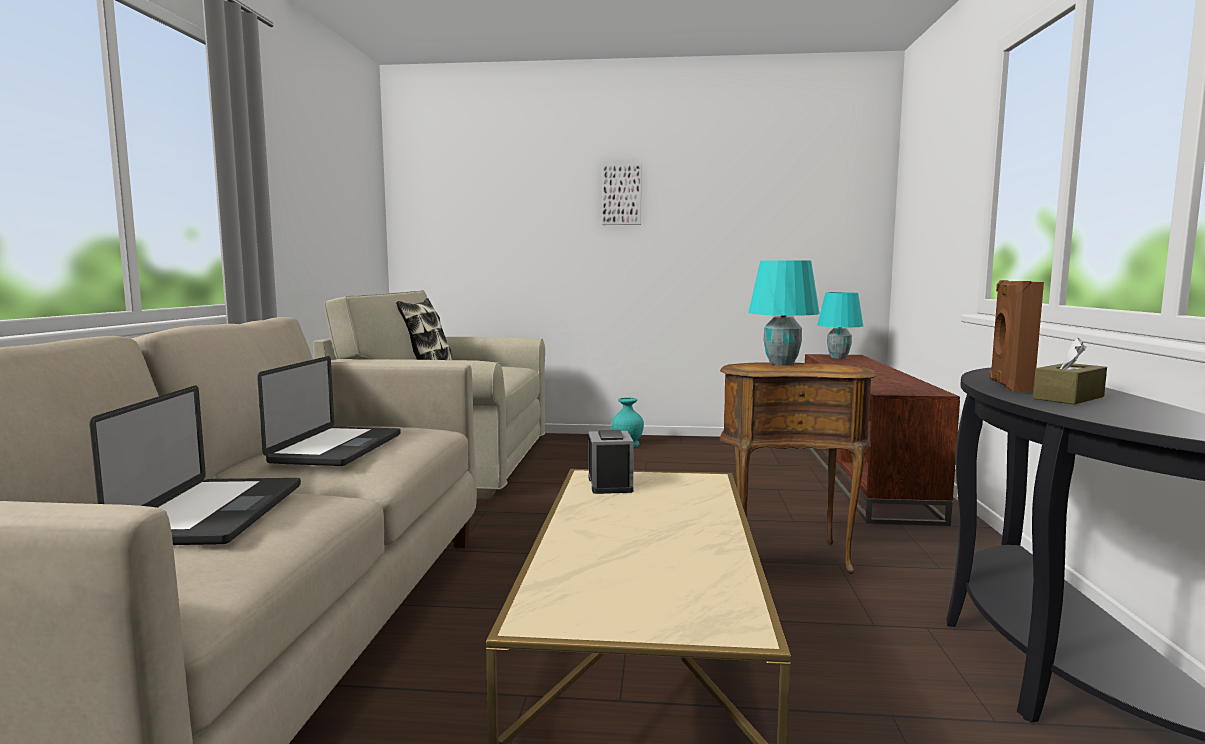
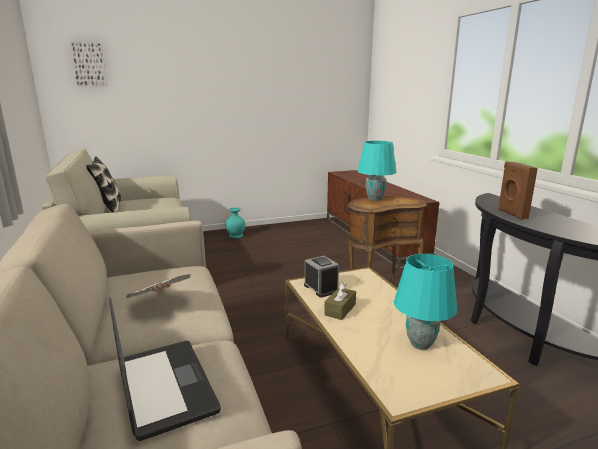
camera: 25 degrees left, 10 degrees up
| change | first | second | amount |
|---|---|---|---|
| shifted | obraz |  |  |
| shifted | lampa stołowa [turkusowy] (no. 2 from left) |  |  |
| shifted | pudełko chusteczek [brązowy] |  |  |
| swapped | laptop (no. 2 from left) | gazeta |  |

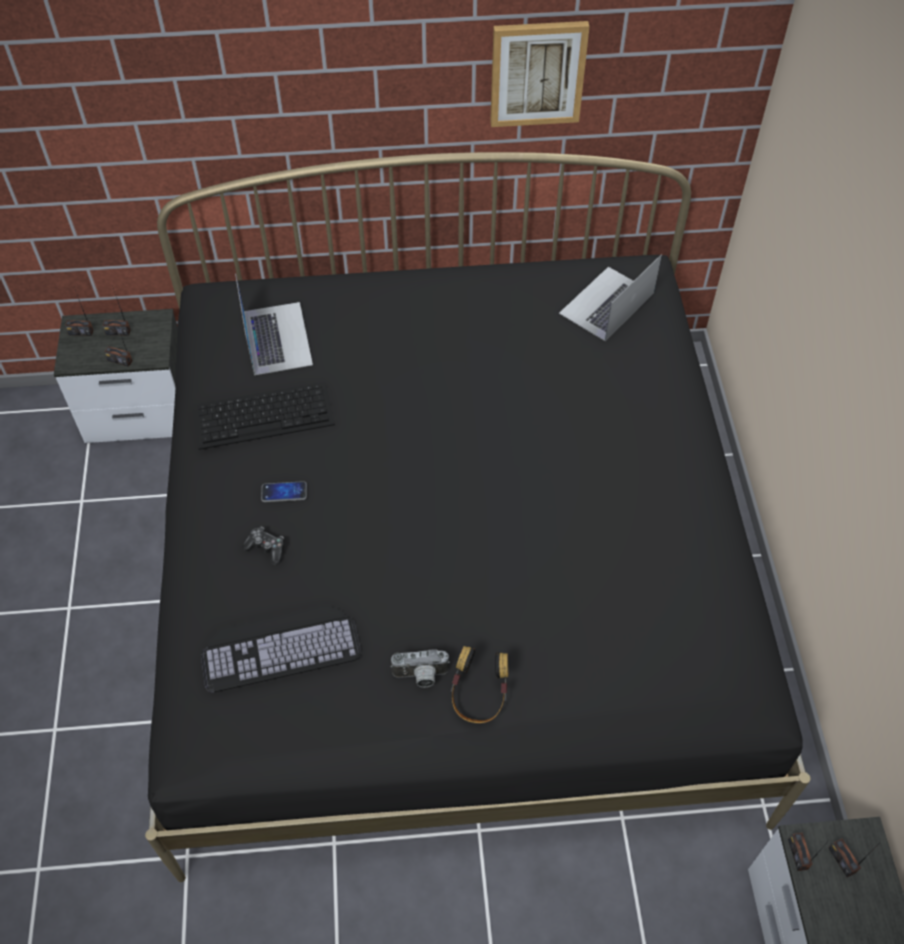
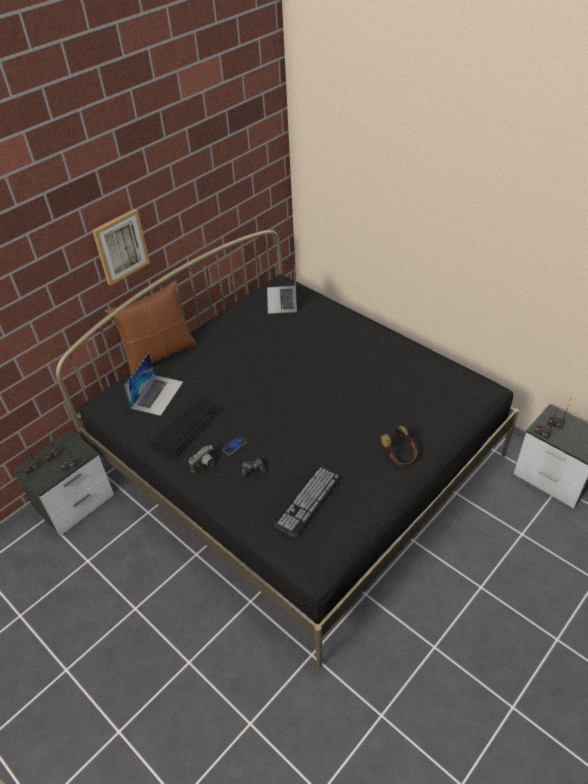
camera: 40 degrees left, 10 degrees down
| change | first | second | amount |
|---|---|---|---|
| new |  | poduszka [brązowy] |  |
| shifted | aparat fotograficzny |  |  |
| shifted | obraz |  |  |
| rotated | laptop (no. 1 from left) |  | 75 degrees clockwise |

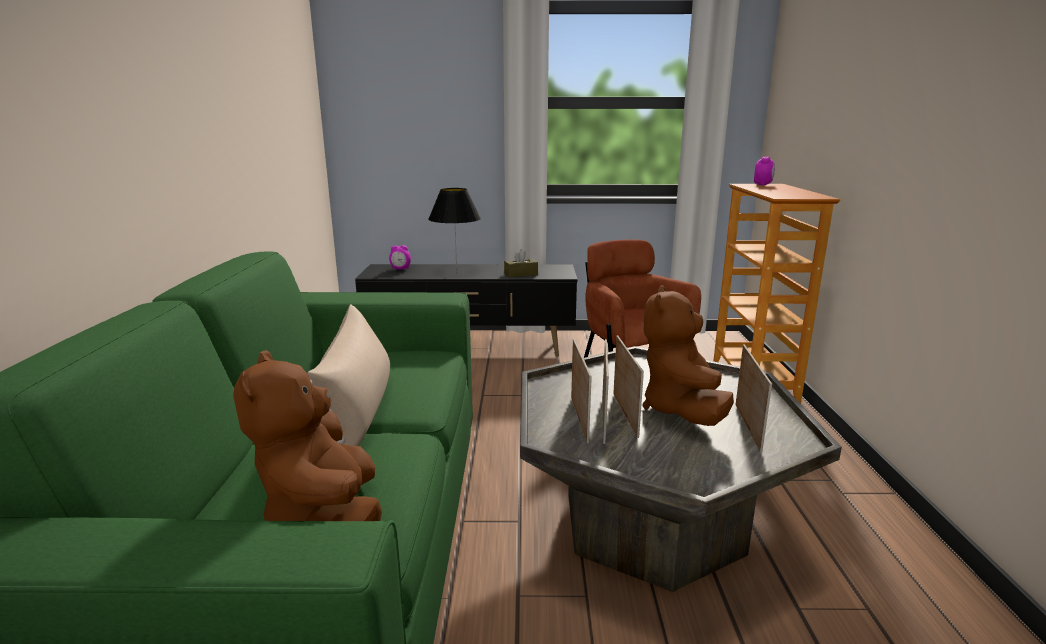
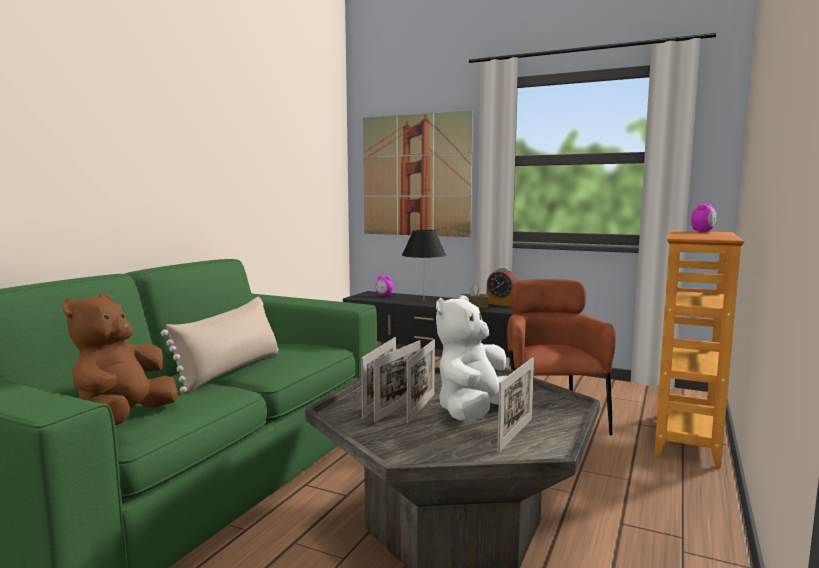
camera: 25 degrees right, 10 degrees down
| change | first | second | amount |
|---|---|---|---|
| new |  | obraz |  |
| new |  | budzik (no. 2 from left) |  |
| repainted | pluszak [brązowy] (no. 2 from left) | pluszak [biały] |  |

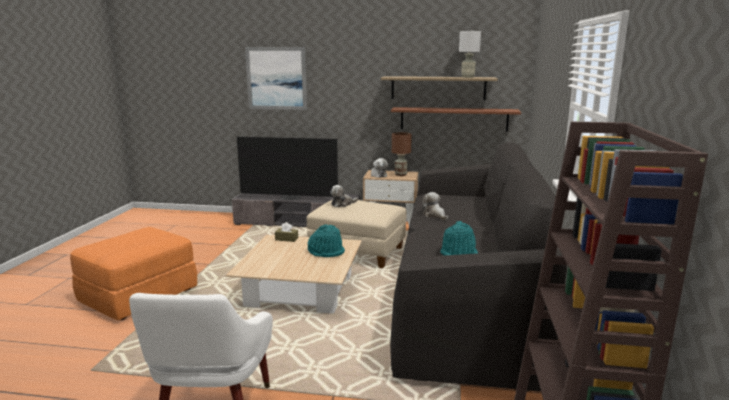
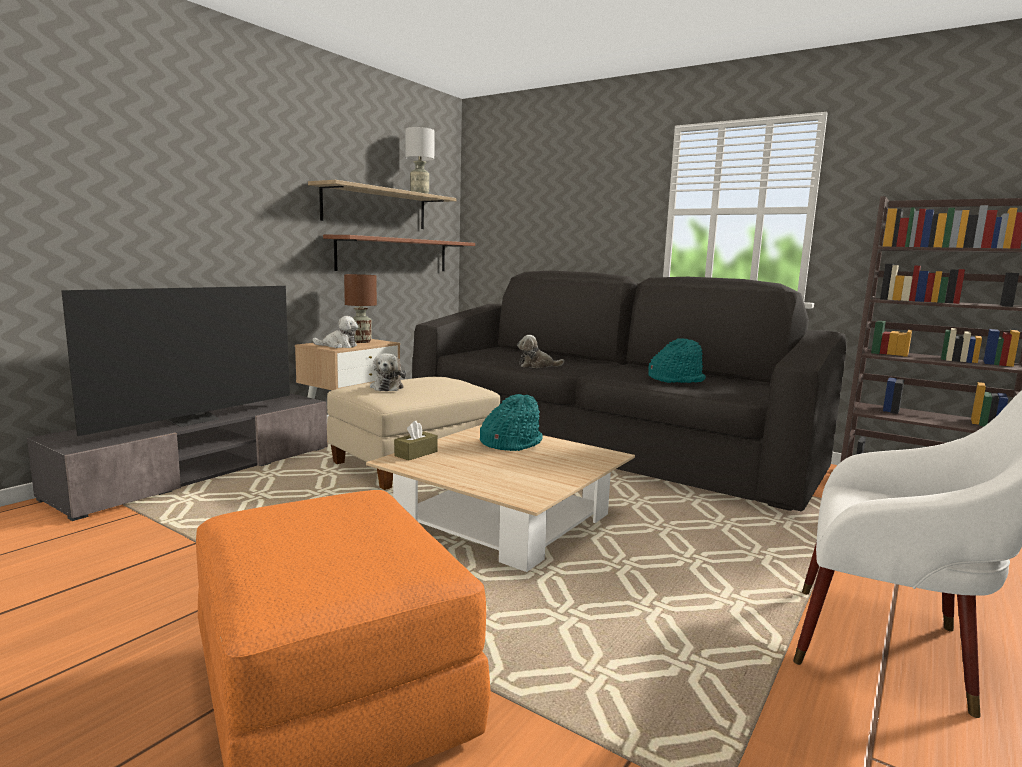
camera: 65 degrees left, 5 degrees down
| change | first | second | amount |
|---|---|---|---|
| gone | obraz |  |  |

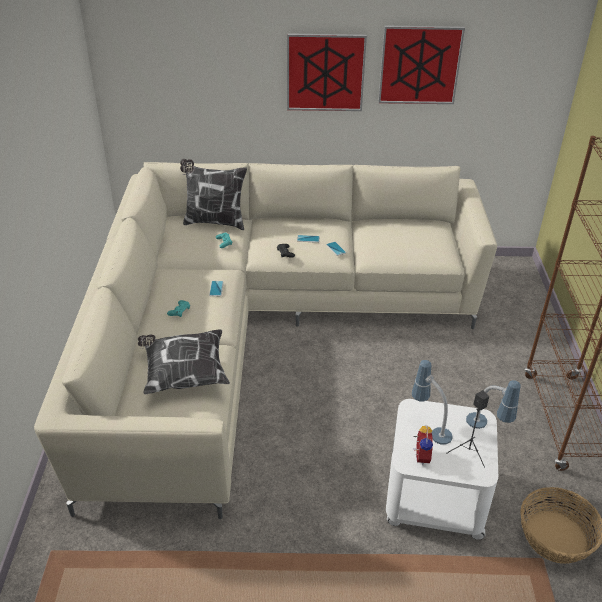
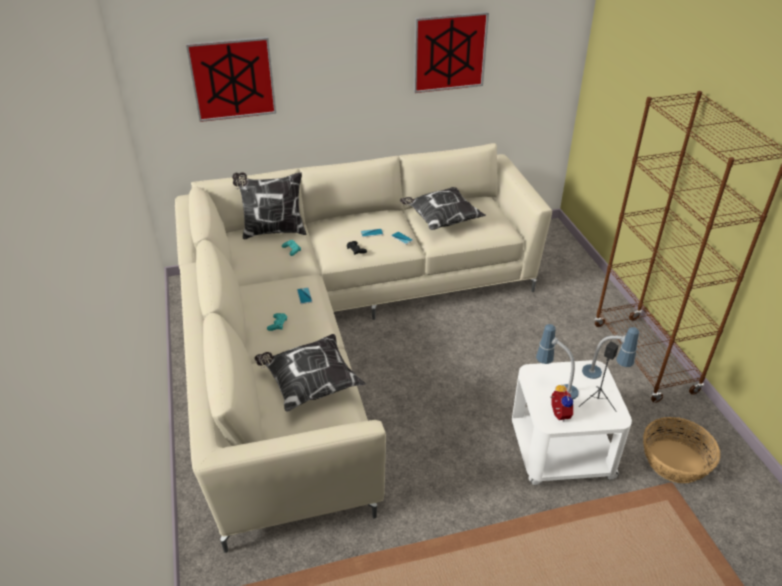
camera: 15 degrees left, 0 degrees up
| change | first | second | amount |
|---|---|---|---|
| new |  | poduszka (no. 3 from left) |  |
| shifted | obraz (no. 1 from left) |  |  |

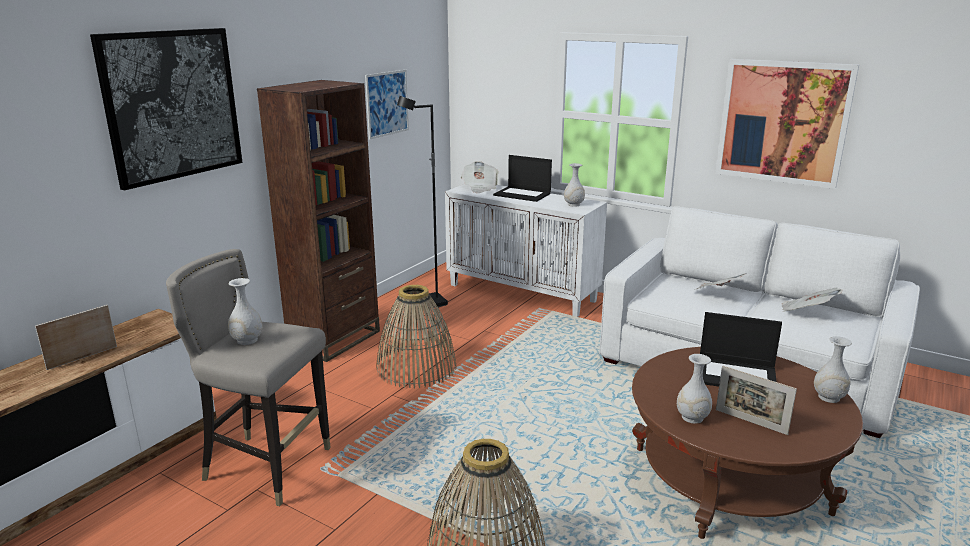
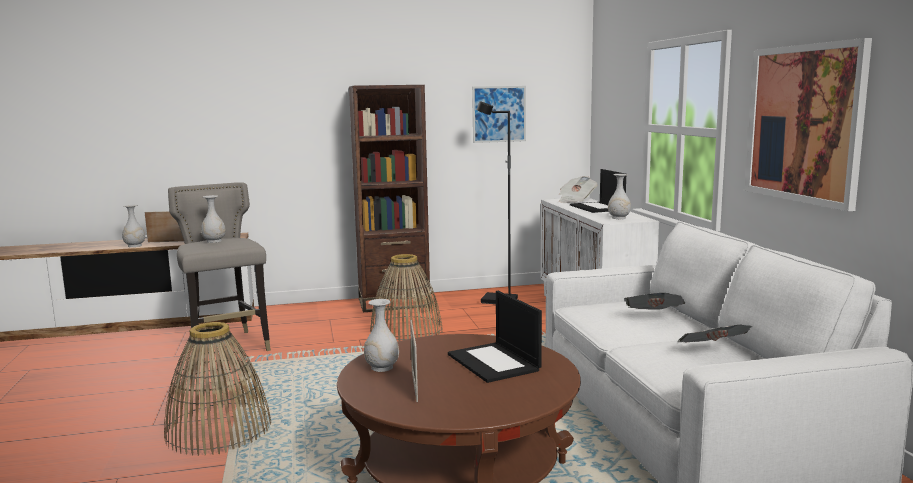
camera: 45 degrees right, 10 degrees down
| change | first | second | amount |
|---|---|---|---|
| gone | obraz (no. 1 from left) |  |  |
| shifted | wazon [biały] (no. 4 from left in the first image) | wazon [biały] (no. 1 from left) |  |

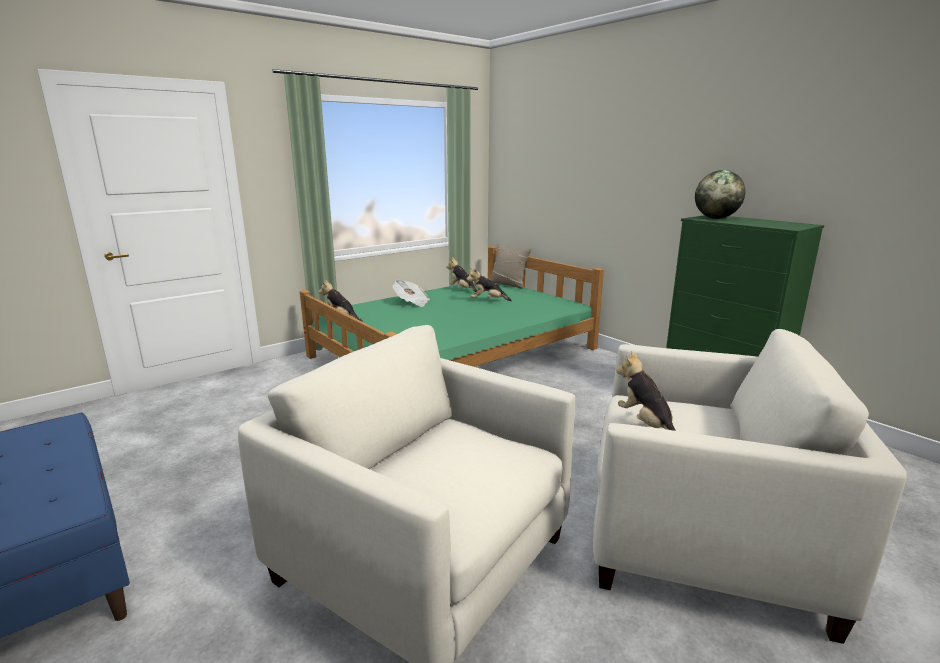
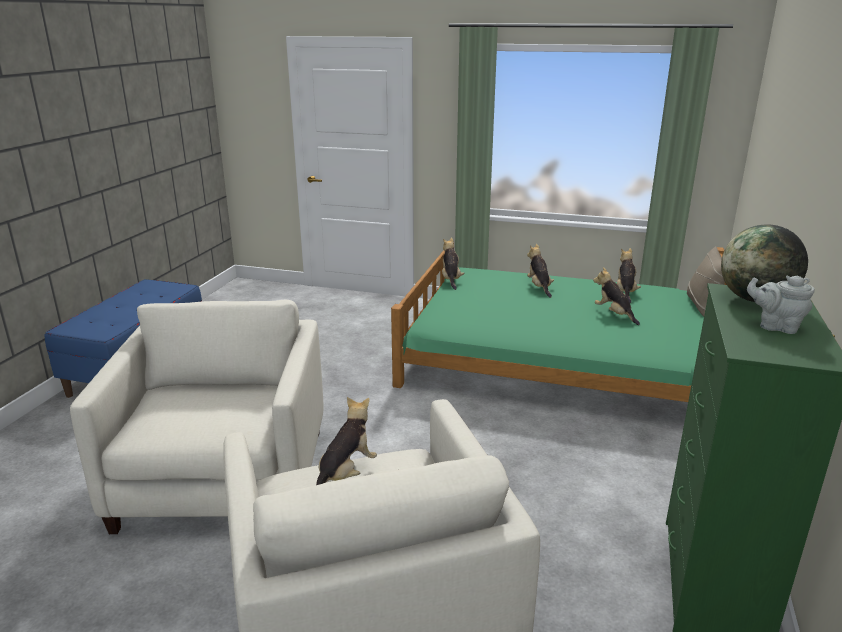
camera: 55 degrees right, 5 degrees up
| change | first | second | amount |
|---|---|---|---|
| new |  | imbryk [szary] |  |
| swapped | gazeta | pluszak (no. 3 from left) |  |

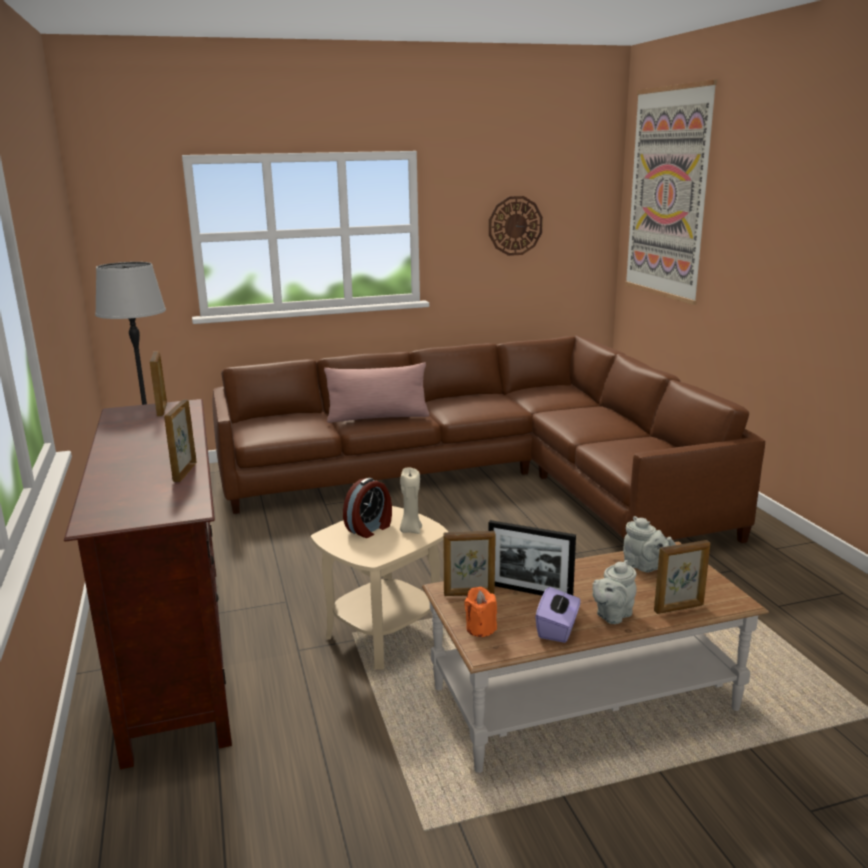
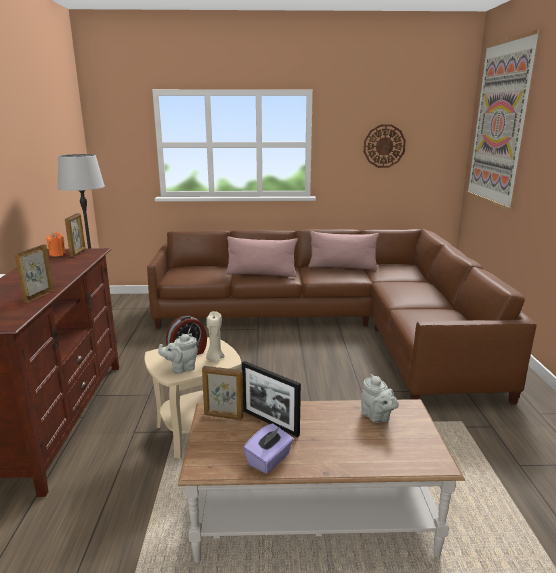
camera: 15 degrees right, 0 degrees up
| change | first | second | amount |
|---|---|---|---|
| gone | ramka na zdjęcie (no. 5 from left) |  |  |
| new |  | poduszka [różowy] (no. 2 from left) |  |
| shifted | świeca [pomarańczowy] |  |  |
| shifted | imbryk [szary] (no. 1 from left) |  |  |

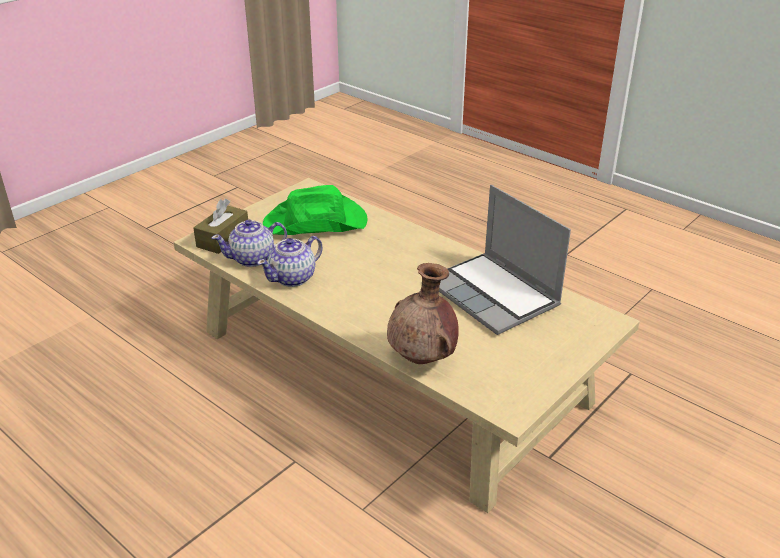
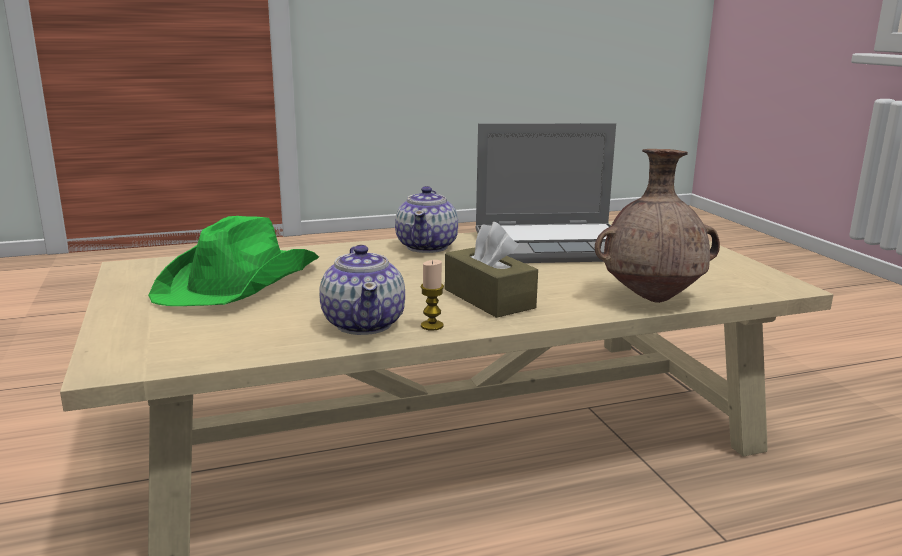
camera: 60 degrees left, 15 degrees down
| change | first | second | amount |
|---|---|---|---|
| new |  | świeca |  |
| shifted | pudełko chusteczek [brązowy] |  |  |
| shifted | imbryk (no. 1 from left in the first image) | imbryk (no. 2 from left) |  |

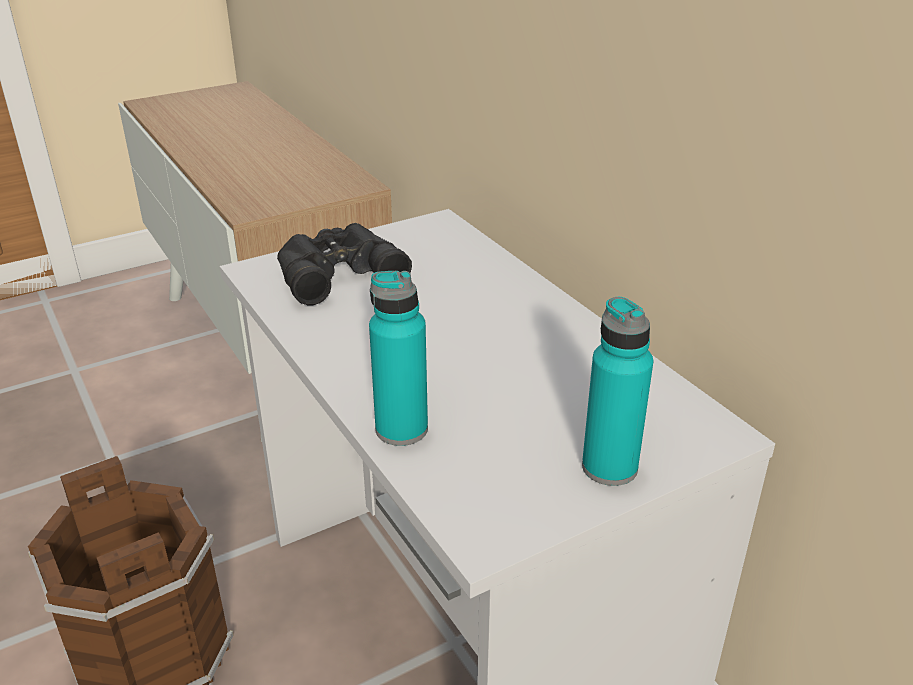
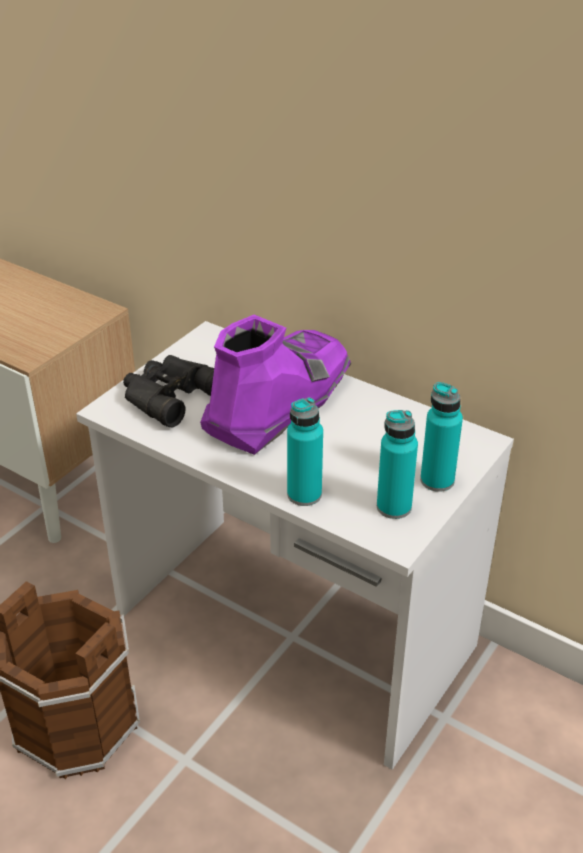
camera: 25 degrees left, 5 degrees up
| change | first | second | amount |
|---|---|---|---|
| new |  | but z cholewką [fioletowy] |  |
| new |  | butelka [turkusowy] (no. 2 from left) |  |

